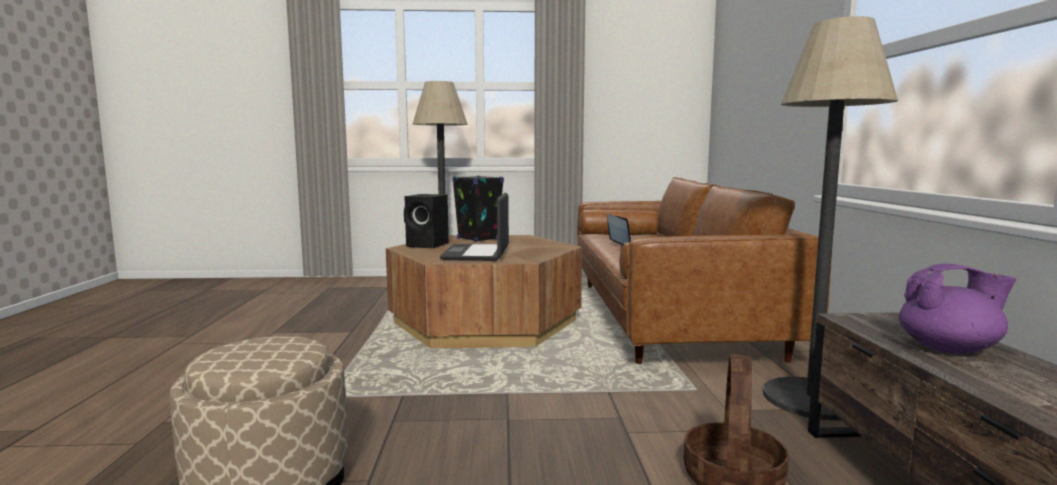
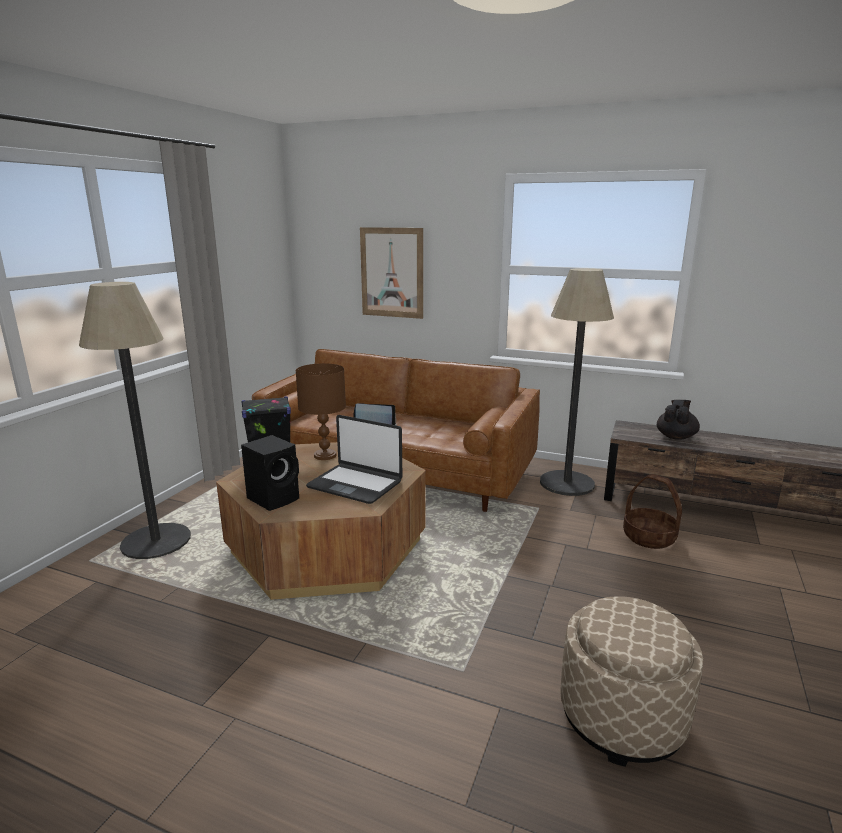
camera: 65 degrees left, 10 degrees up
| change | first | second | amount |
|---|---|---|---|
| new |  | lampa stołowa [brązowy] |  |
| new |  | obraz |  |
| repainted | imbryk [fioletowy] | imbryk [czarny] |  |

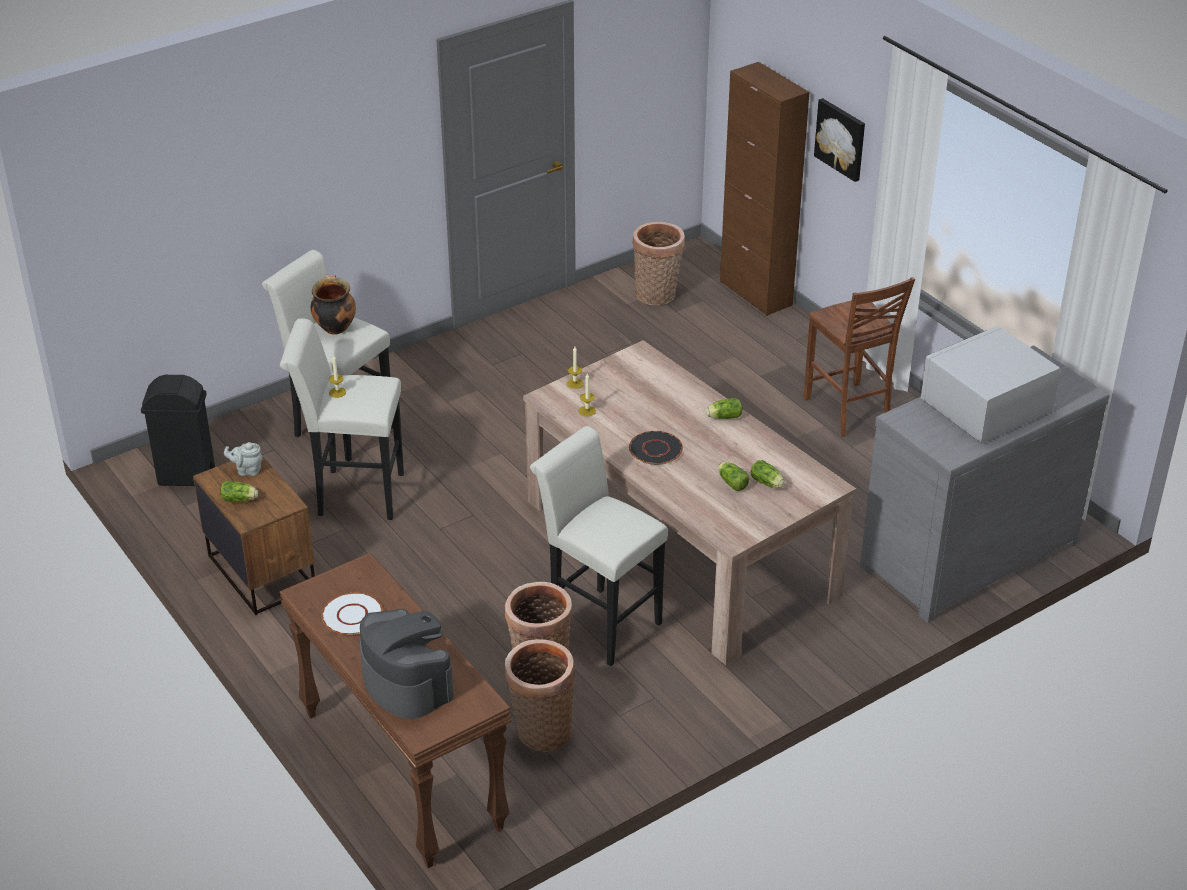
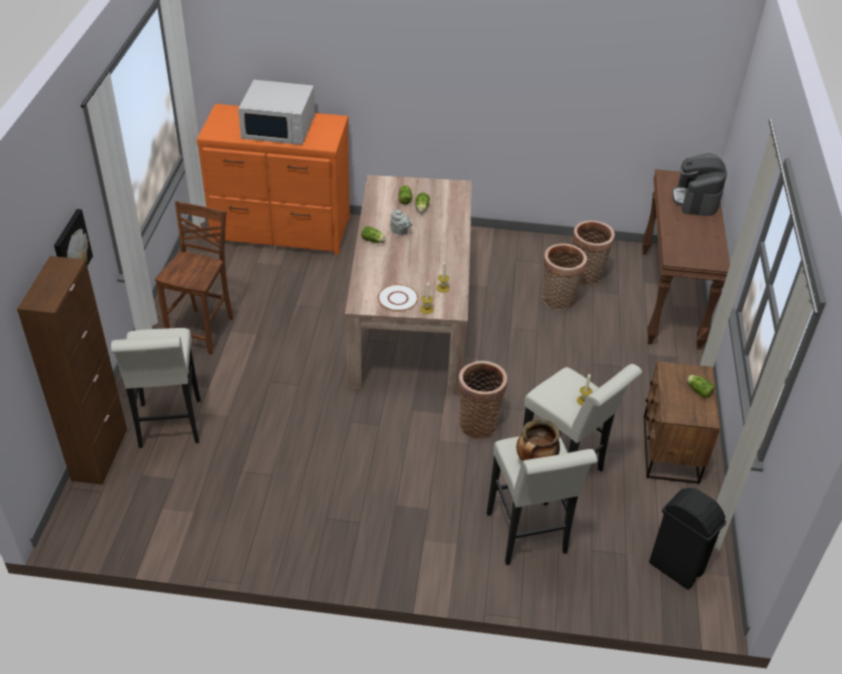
camera: 140 degrees left, 5 degrees up
| change | first | second | amount |
|---|---|---|---|
| gone | talerz [czarny] |  |  |
| shifted | imbryk [szary] |  |  |
| shifted | talerz [biały] |  |  |
| shifted | stołek [biały] (no. 3 from left in the first image) | stołek [biały] (no. 1 from left) |  |
| shifted | koszyk (no. 3 from left in the first image) | koszyk (no. 1 from left) |  |
| repainted | komoda [szary] | komoda [pomarańczowy] |  |

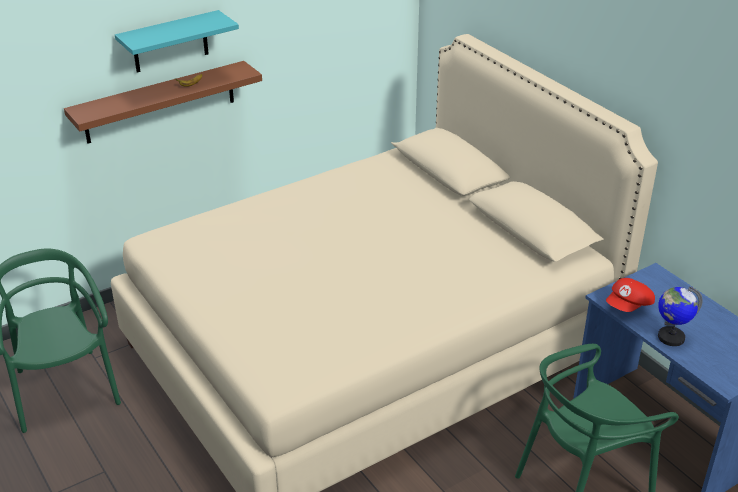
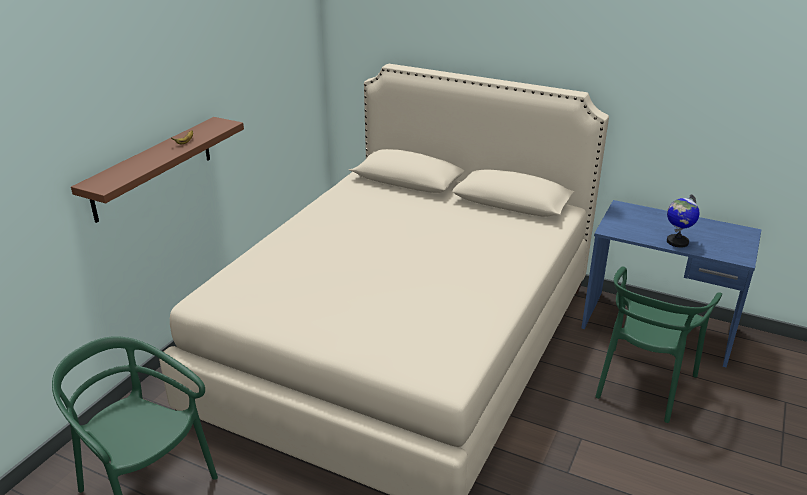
camera: 30 degrees left, 5 degrees down
| change | first | second | amount |
|---|---|---|---|
| gone | półka [turkusowy] |  |  |
| gone | czapka z daszkiem [czerwony] |  |  |

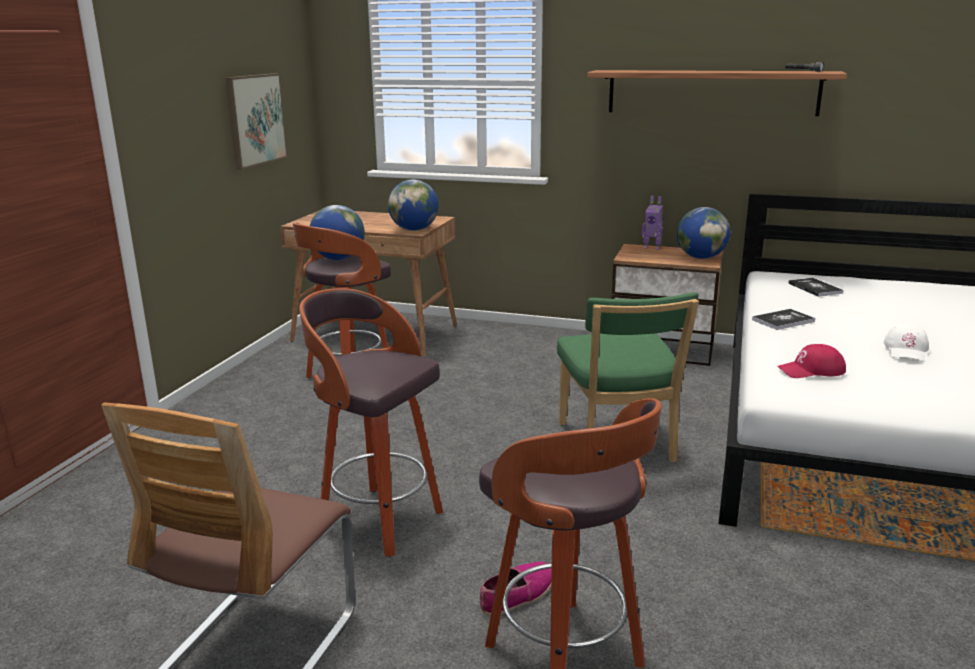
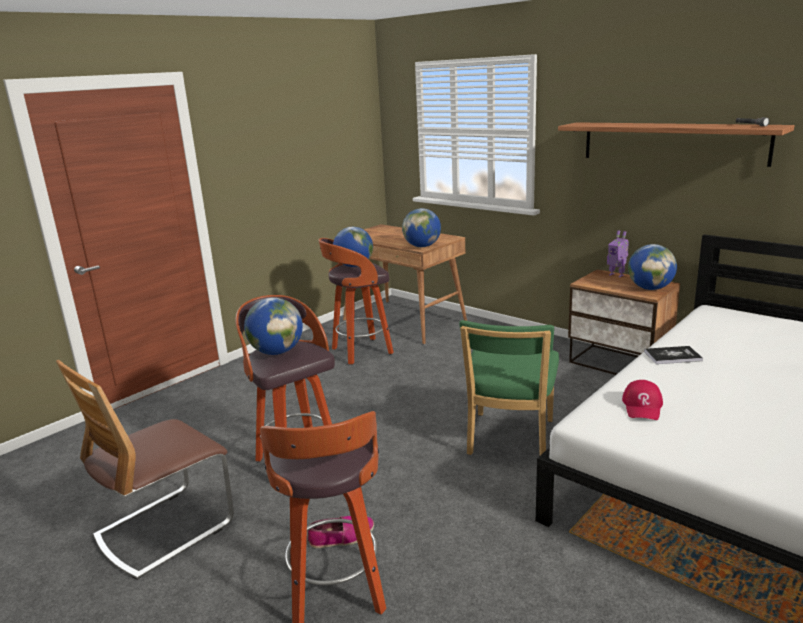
camera: 25 degrees right, 0 degrees up
| change | first | second | amount |
|---|---|---|---|
| gone | obraz |  |  |
| gone | książka (no. 2 from left) |  |  |
| gone | czapka z daszkiem [biały] |  |  |
| new |  | globus (no. 1 from left) |  |
| rotated | czapka z daszkiem [czerwony] |  | 90 degrees counterclockwise |

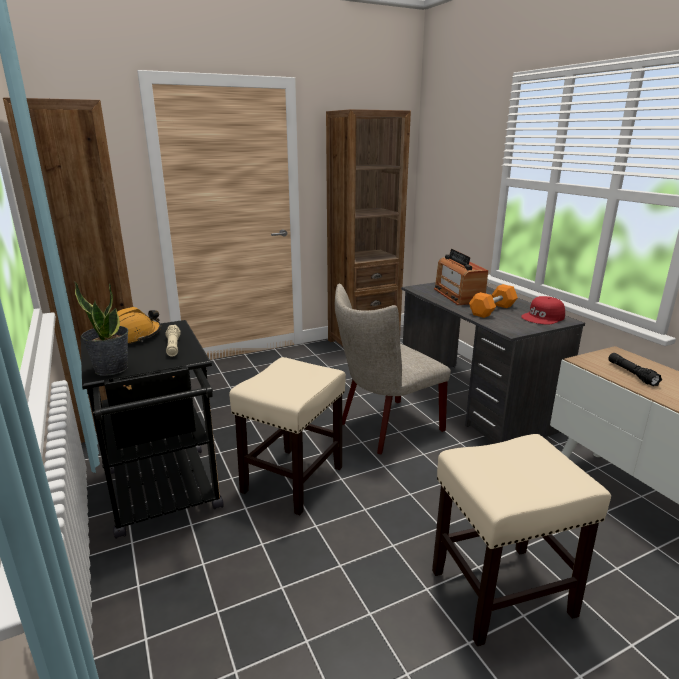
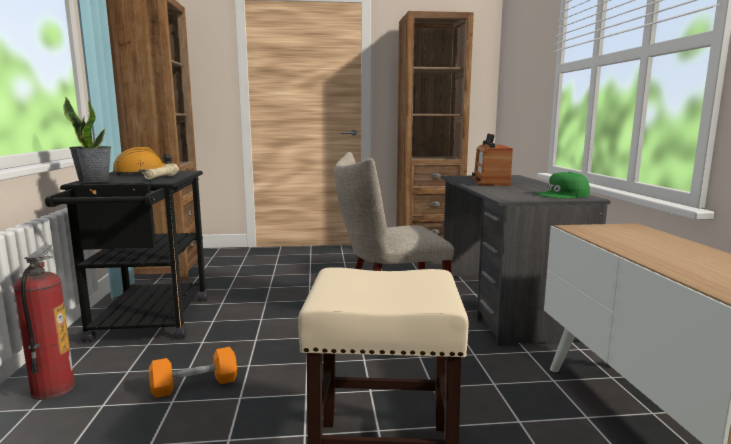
camera: 20 degrees right, 10 degrees down
| change | first | second | amount |
|---|---|---|---|
| gone | stołek [beżowy] (no. 1 from left) |  |  |
| gone | latarka [czarny] |  |  |
| new |  | gaśnica |  |
| shifted | hantel [pomarańczowy] |  |  |
| repainted | czapka z daszkiem [czerwony] | czapka z daszkiem [zielony] |  |

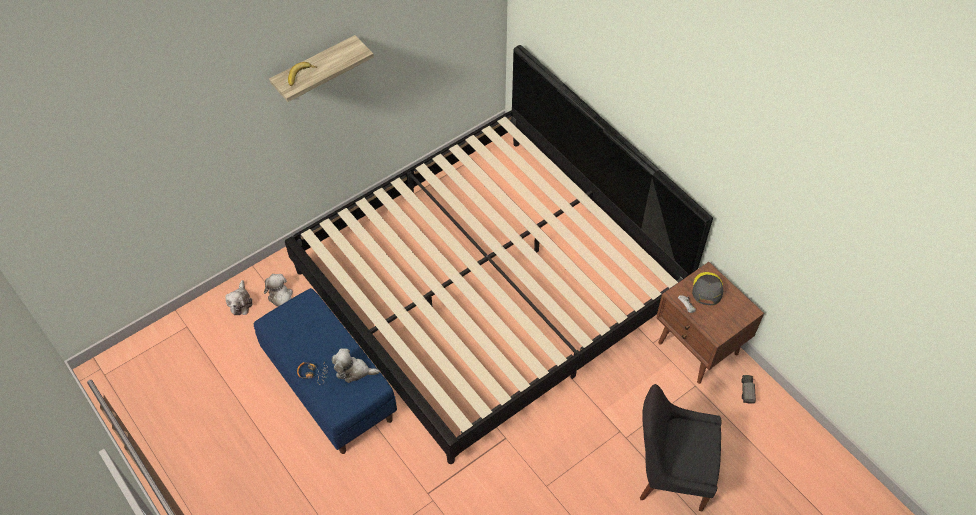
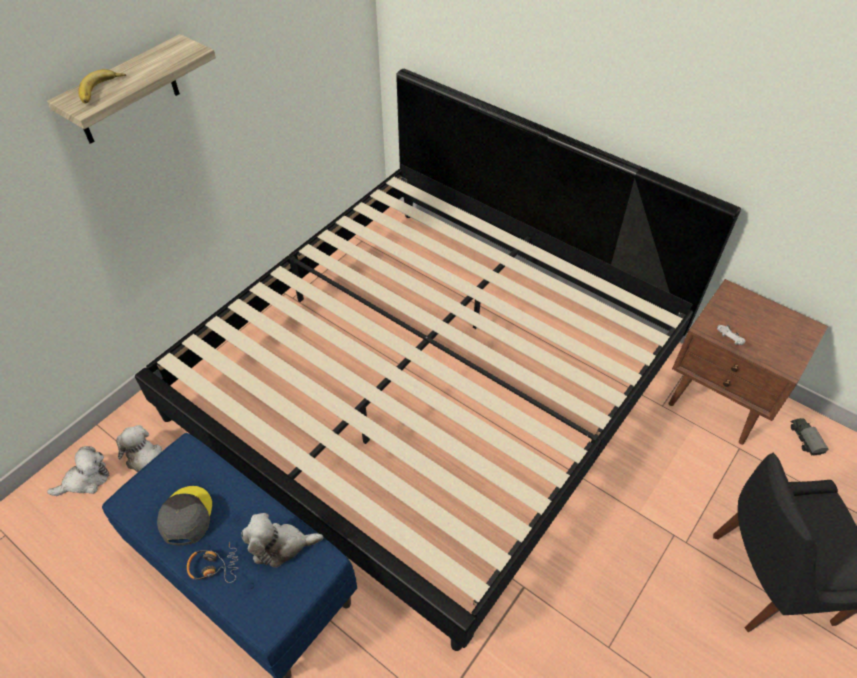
camera: 15 degrees left, 5 degrees down
| change | first | second | amount |
|---|---|---|---|
| shifted | czapka z daszkiem [szary] |  |  |
| rotated | pluszak (no. 1 from left) |  | 105 degrees counterclockwise |

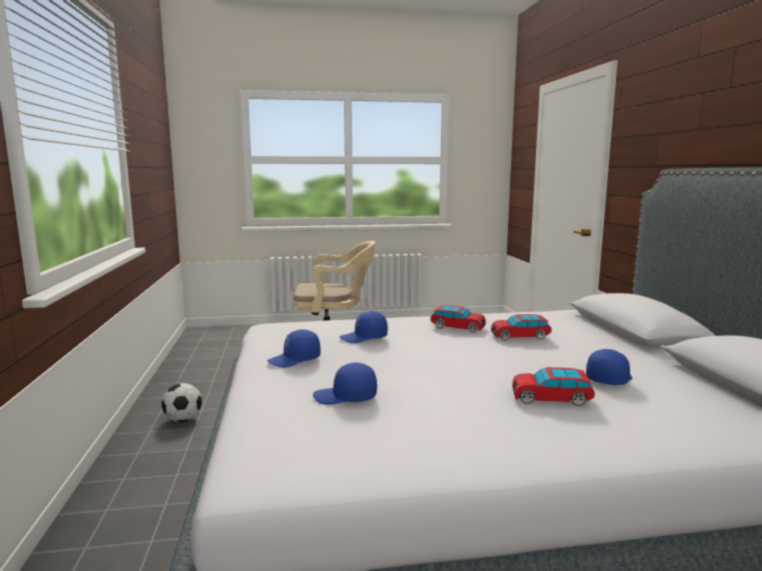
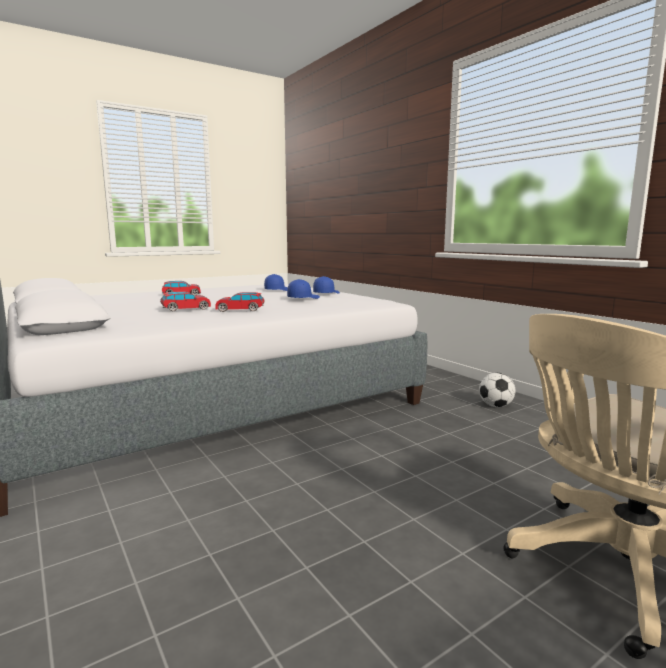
camera: 155 degrees right, 0 degrees up
| change | first | second | amount |
|---|---|---|---|
| gone | czapka z daszkiem [niebieski] (no. 4 from left) |  |  |

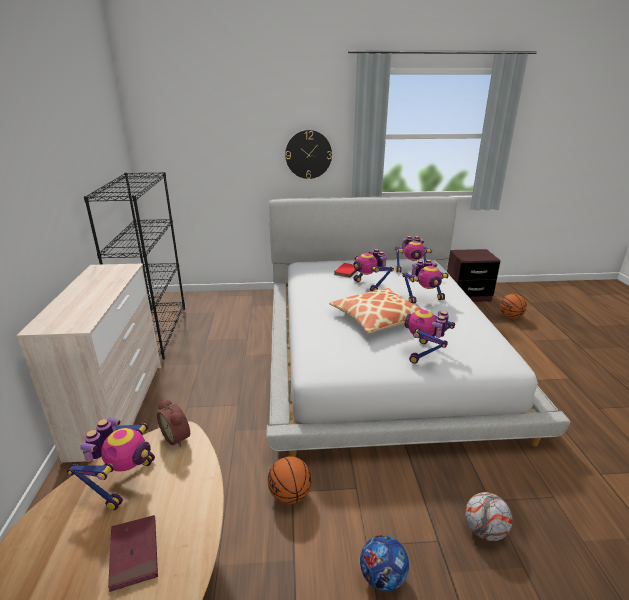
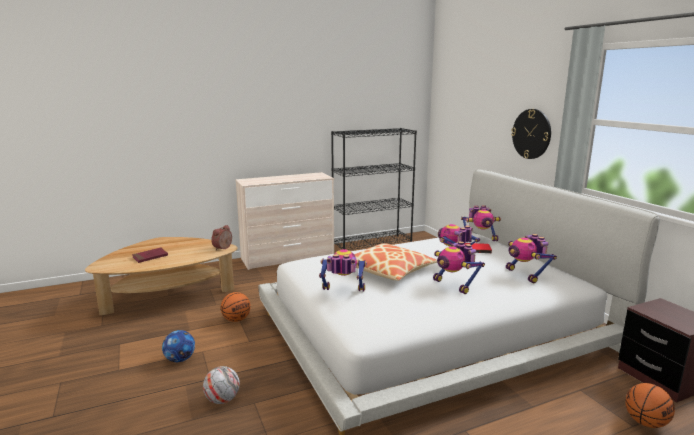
camera: 70 degrees right, 10 degrees down
| change | first | second | amount |
|---|---|---|---|
| shifted | robot zabawkowy (no. 1 from left in the first image) | robot zabawkowy (no. 4 from left) |  |

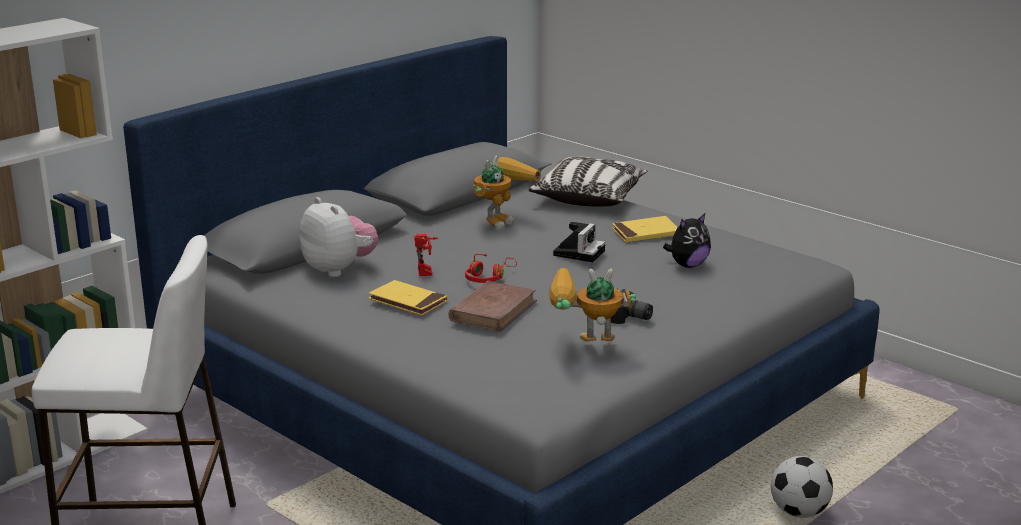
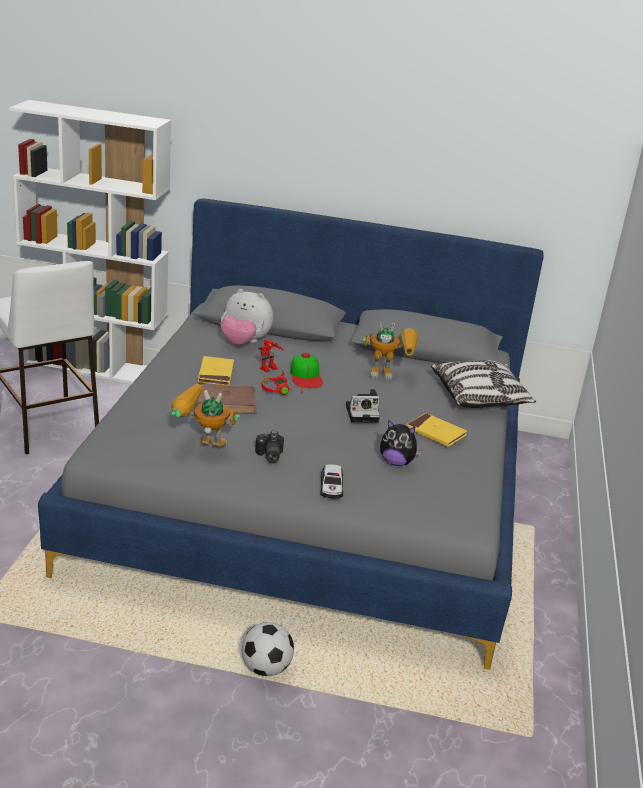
camera: 55 degrees right, 5 degrees up
| change | first | second | amount |
|---|---|---|---|
| new |  | czapka z daszkiem |  |
| new |  | samochodzik |  |
| rotated | pluszak (no. 1 from left) |  | 90 degrees clockwise |
| rotated | robot zabawkowy (no. 3 from left in the first image) | robot zabawkowy (no. 1 from left) | 45 degrees counterclockwise |

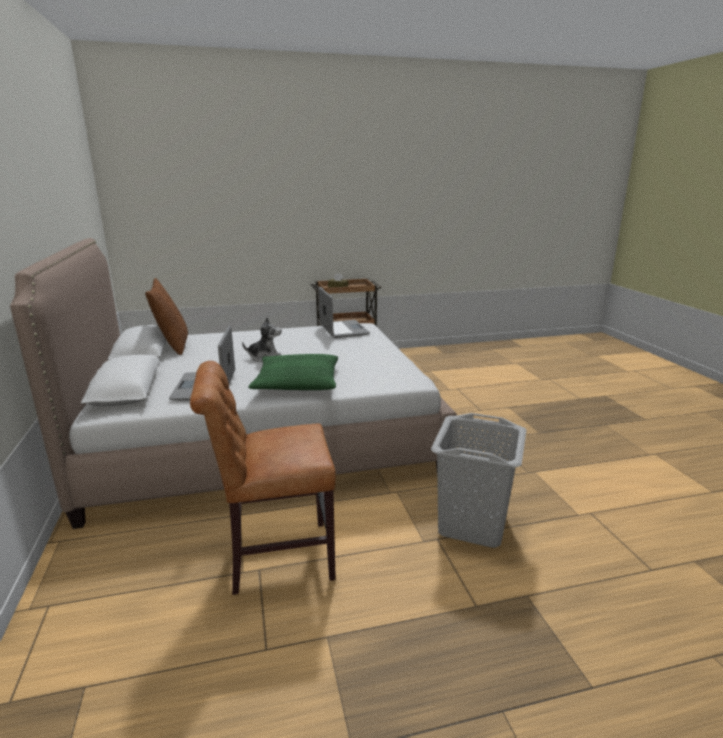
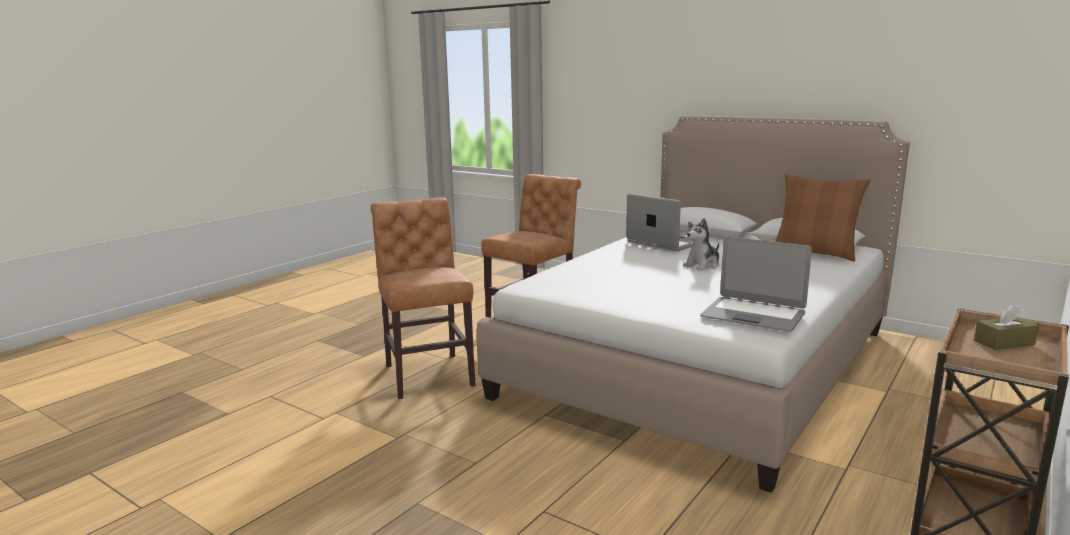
camera: 140 degrees right, 5 degrees down
| change | first | second | amount |
|---|---|---|---|
| gone | poduszka [zielony] |  |  |
| swapped | kosz na pranie [szary] | krzesło [brązowy] (no. 1 from left) |  |

